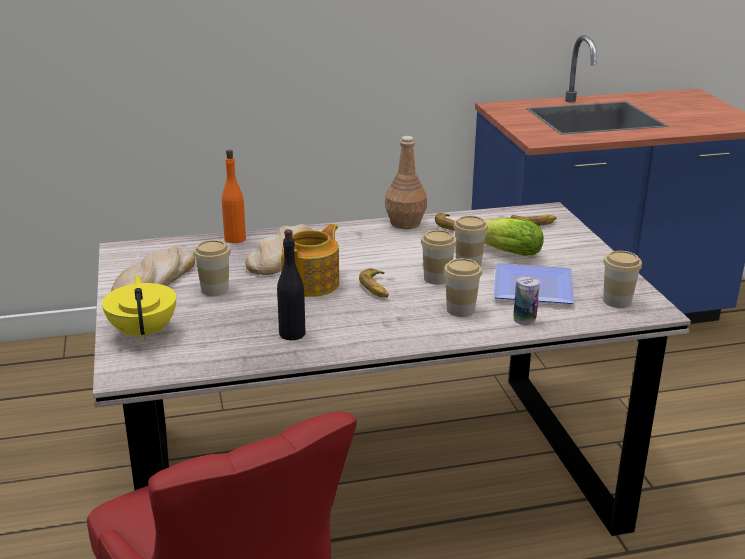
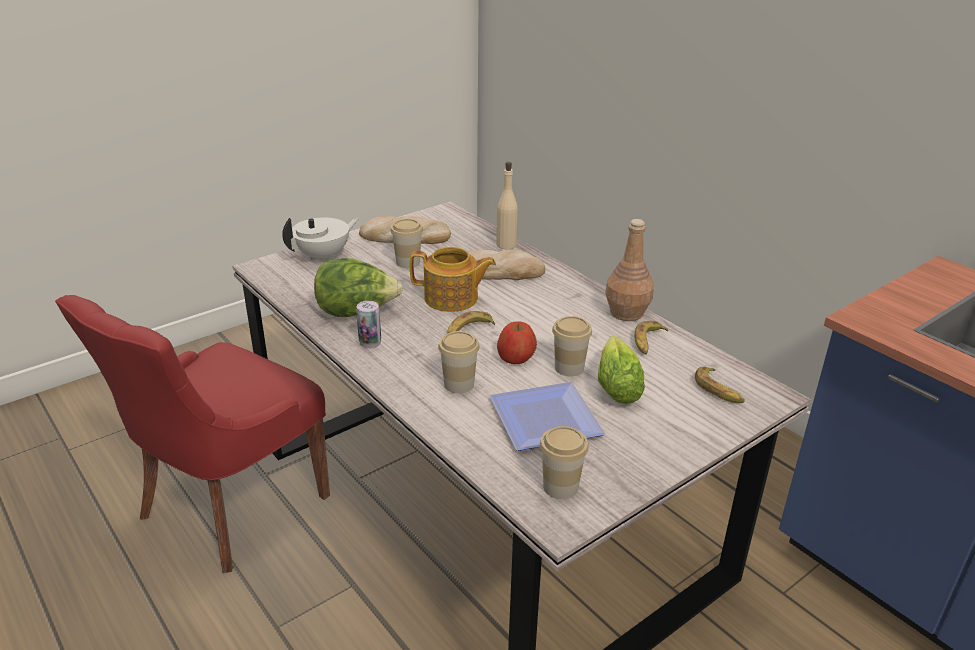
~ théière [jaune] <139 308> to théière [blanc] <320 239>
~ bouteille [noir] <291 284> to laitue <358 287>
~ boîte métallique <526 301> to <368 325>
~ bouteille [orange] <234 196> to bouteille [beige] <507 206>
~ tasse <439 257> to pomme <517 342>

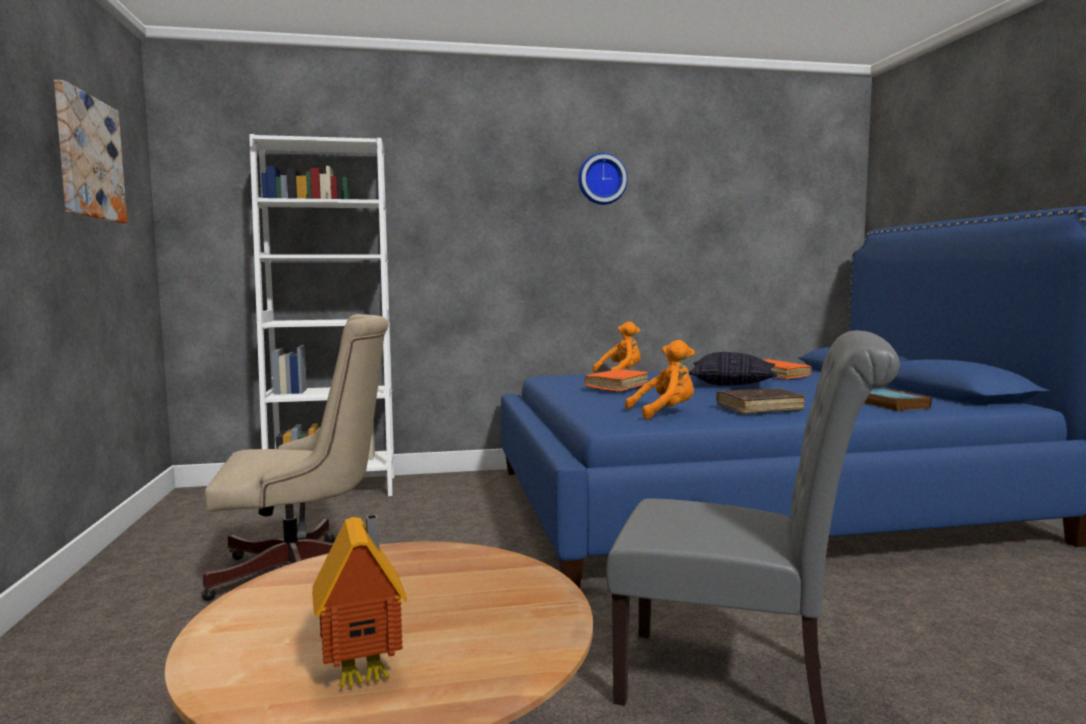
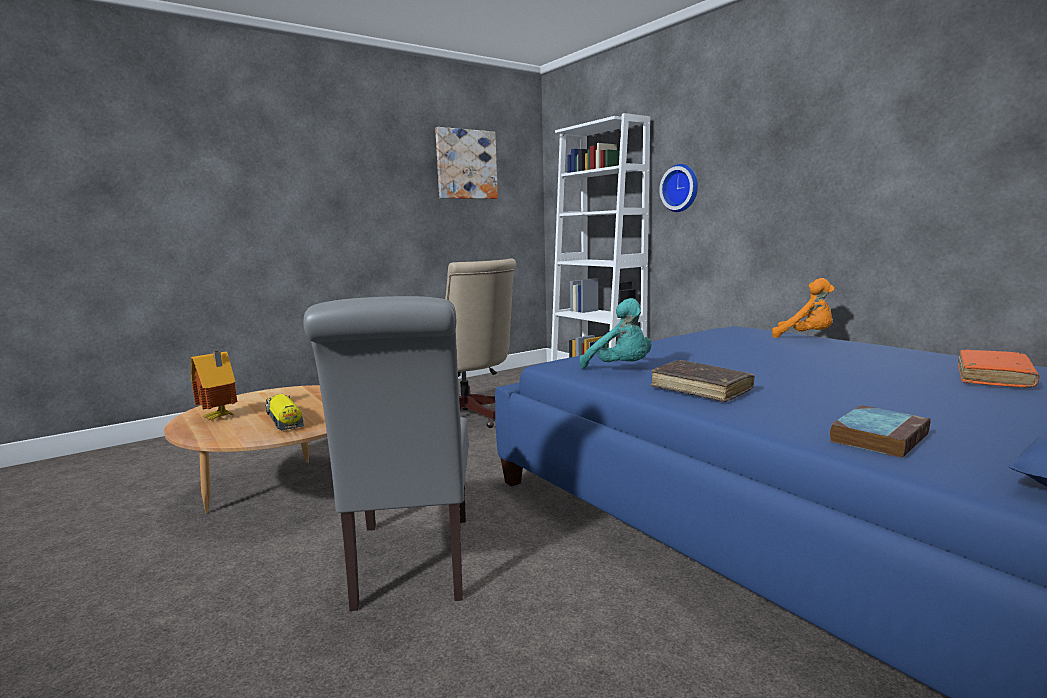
+ camion jouet <284 412>
~ peluche [orange] <660 379> to peluche [turquoise] <615 333>
~ horloge murale <603 179> to <678 188>
- livre [orange] <616 380>
- coussin <733 369>

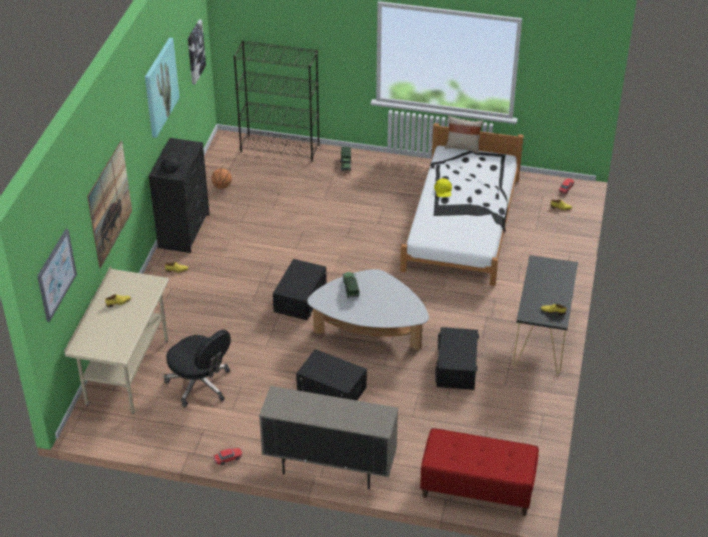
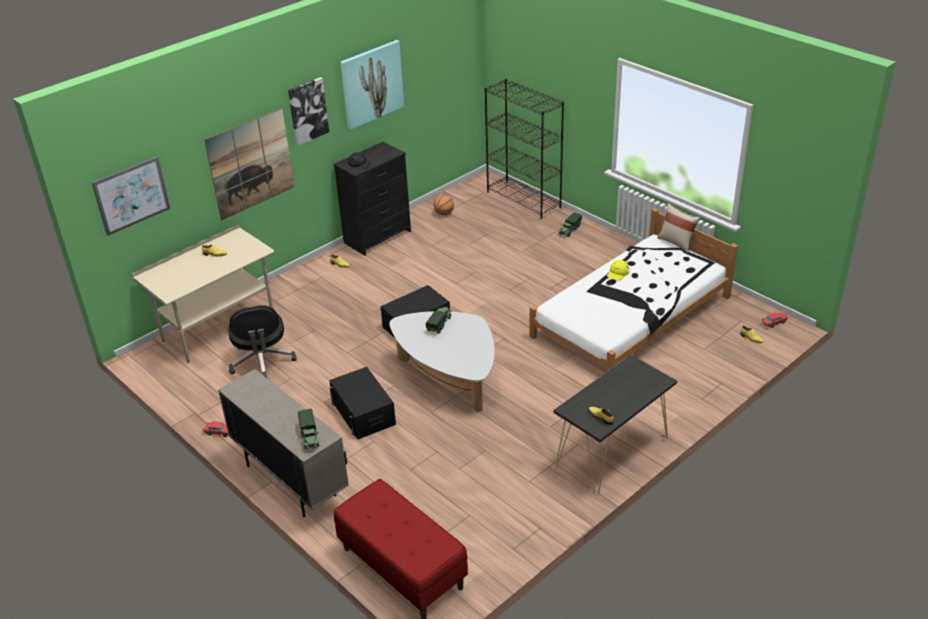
~ tableau <197 52> to <308 111>
+ camion jouet <308 429>
- boîte de rangement [noir] <457 358>

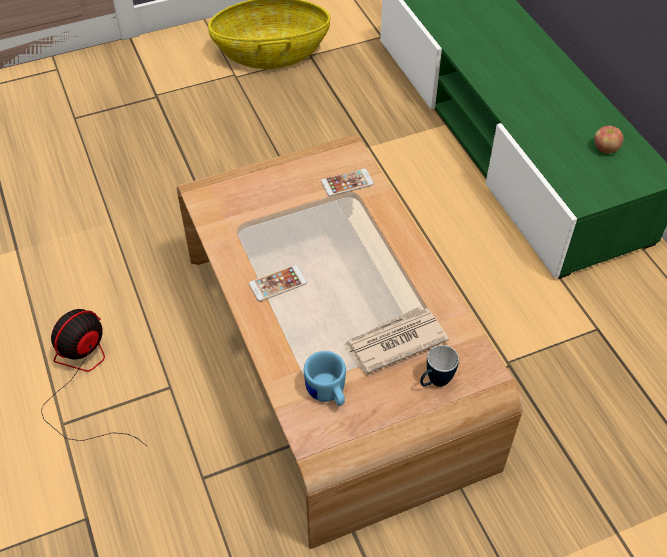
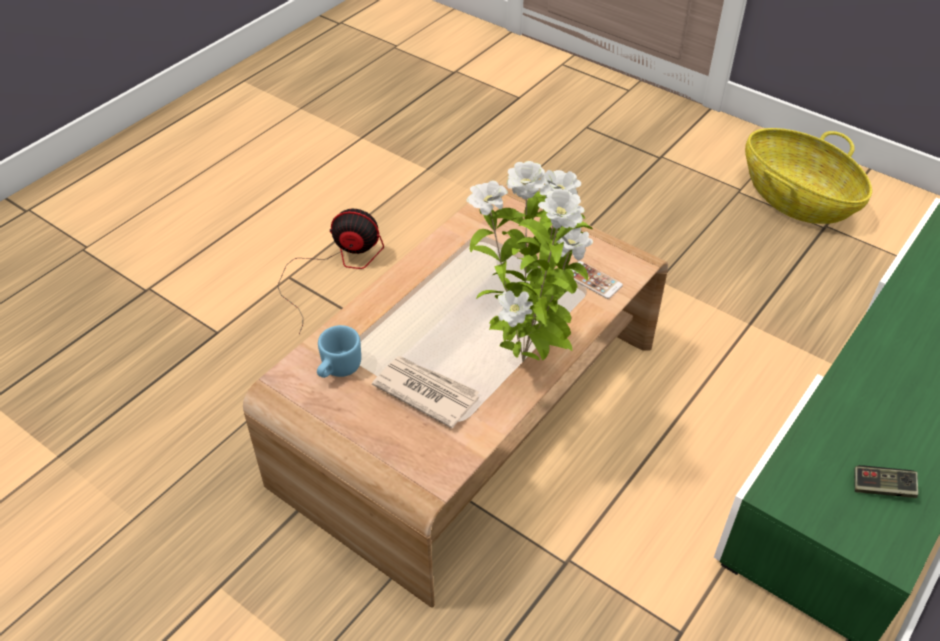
+ plante en pot <529 261>
~ pomme <609 140> to manette <886 481>
- téléphone <278 283>
- mug <439 366>

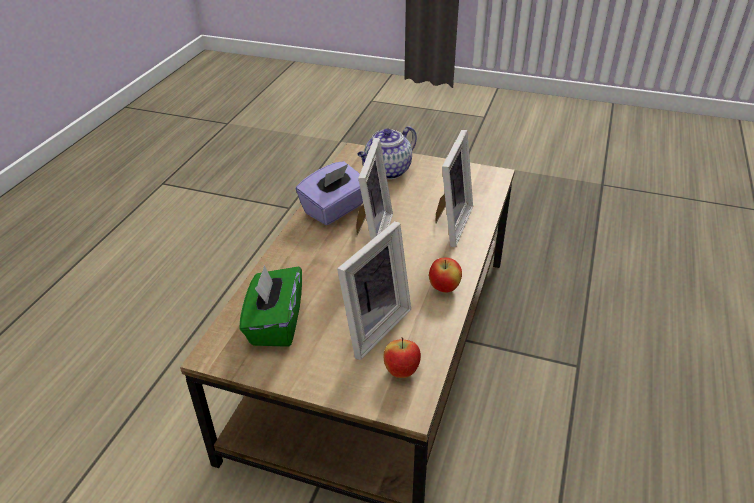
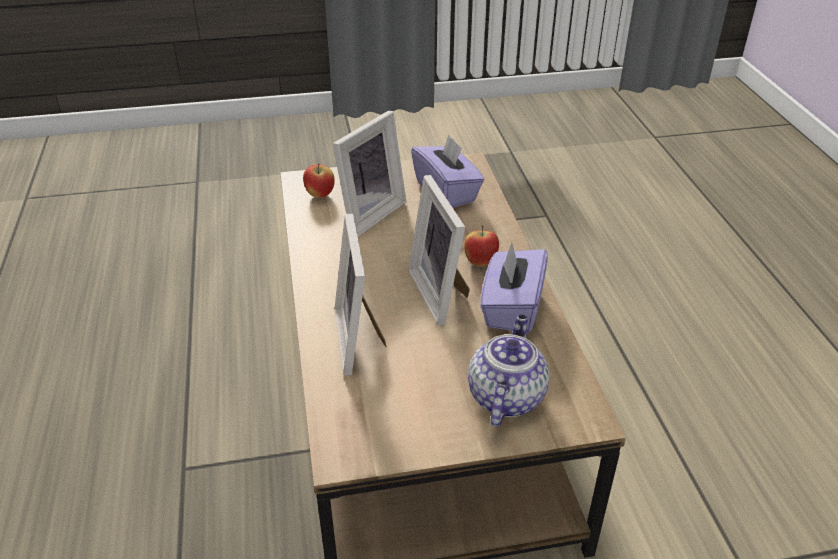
~ cadre photo <374 290> = <369 173> 150 degrees counterclockwise
~ boîte à mouchoirs [vert] <270 306> to boîte à mouchoirs [violet] <447 170>
~ pomme <445 275> to <481 246>

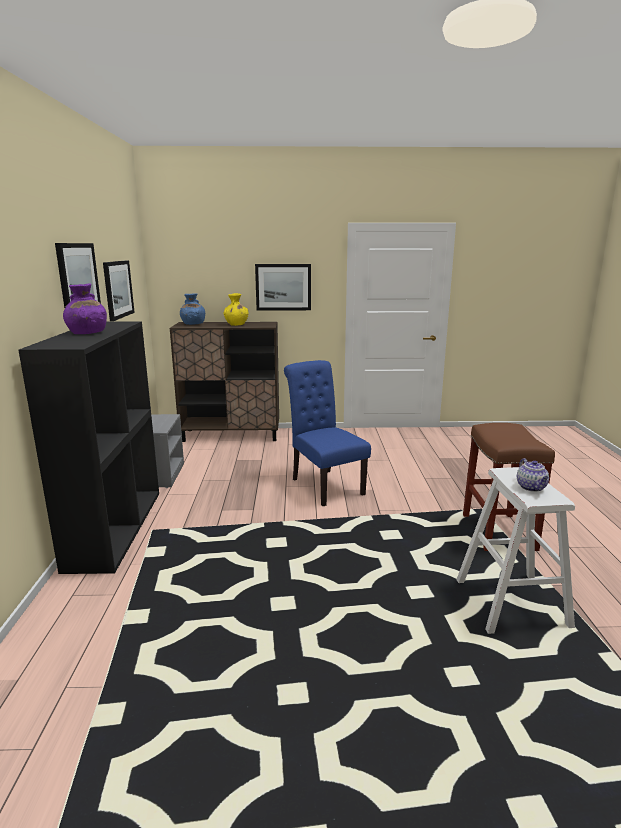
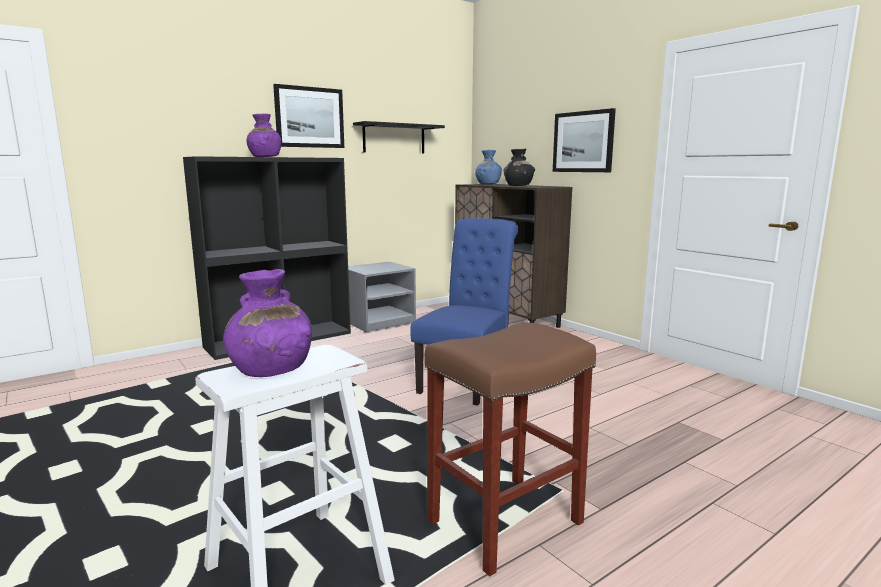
~ théière <533 475> to vase [violet] <267 323>
~ tableau <119 290> to étagère [noir] <399 137>
~ vase [jaune] <236 309> to vase [noir] <519 167>

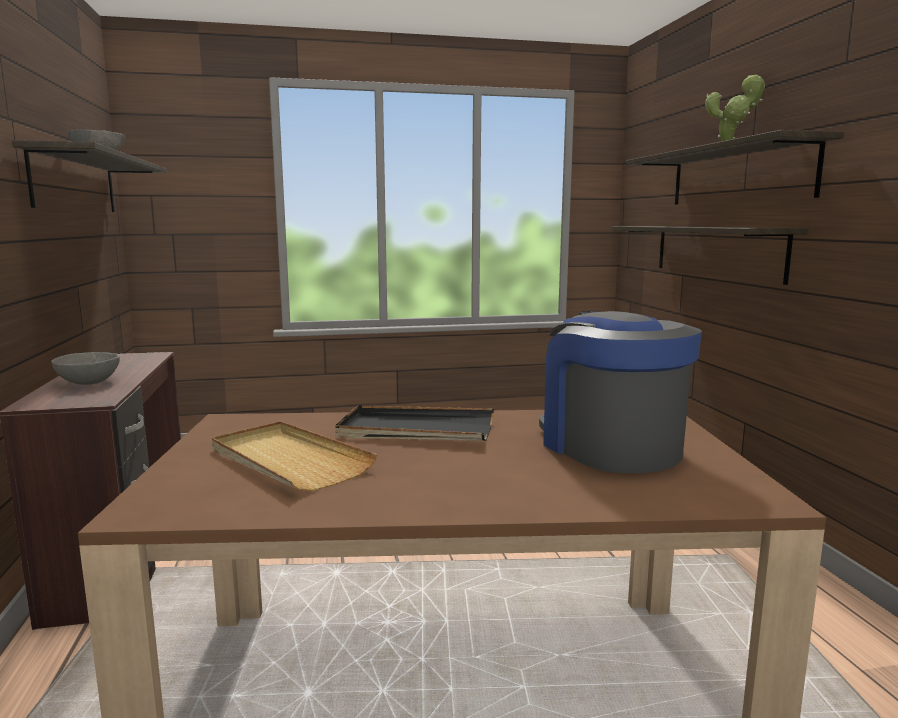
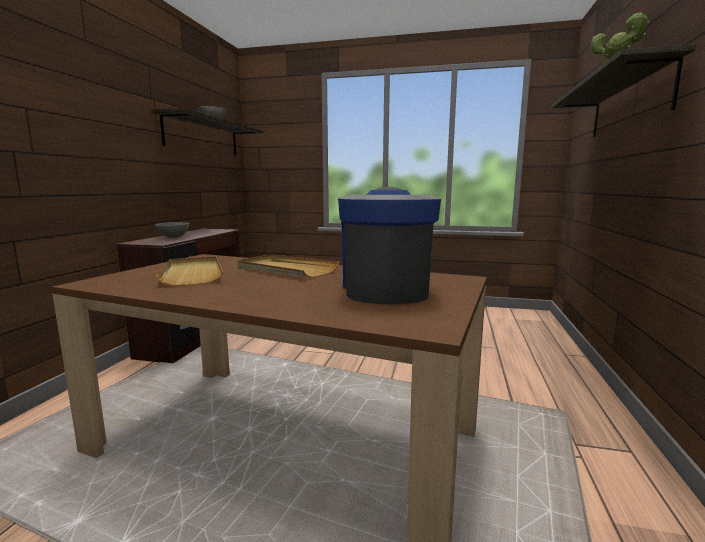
~ plateau [noir] <414 423> to plateau [beige] <288 266>
- étagère <710 255>

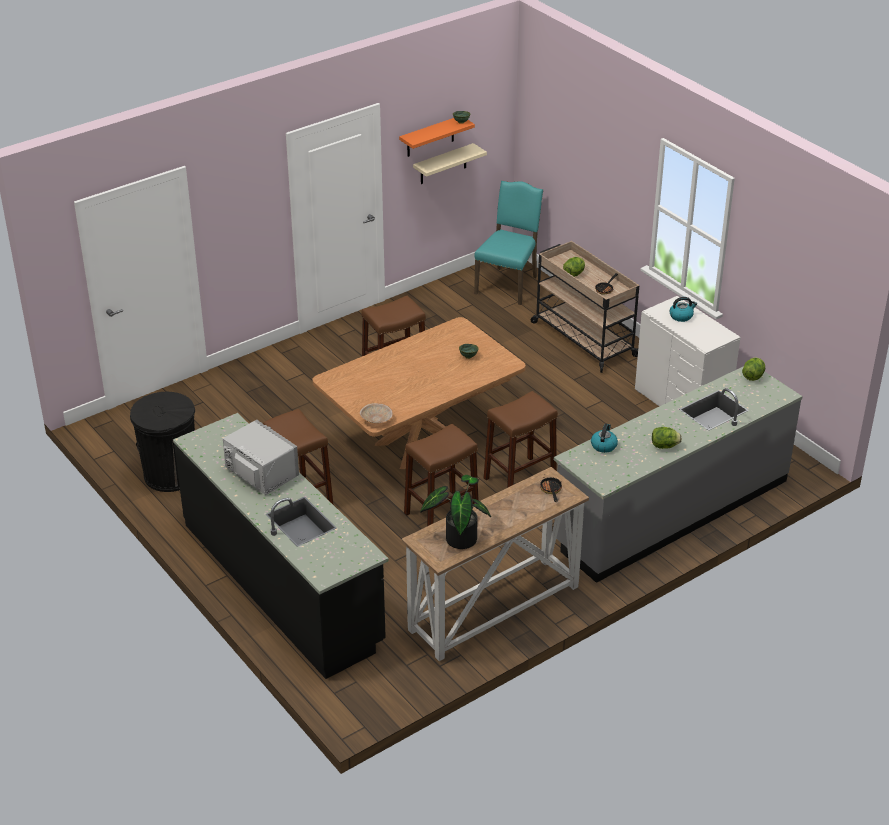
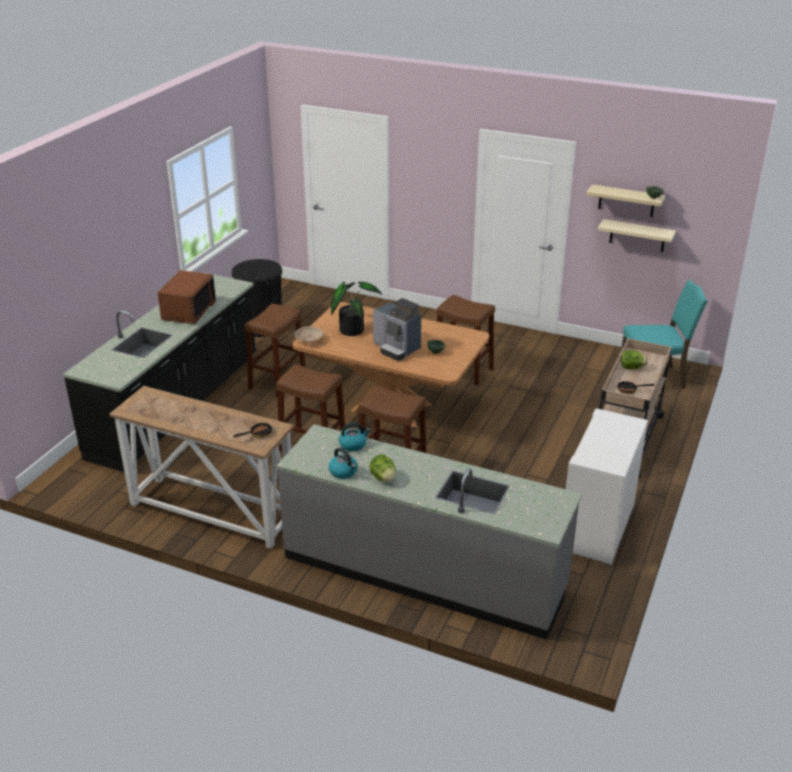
~ micro-ondes [gris] <261 457> to micro-ondes [marron] <187 297>
~ bouilloire <683 309> to <343 463>
~ plante en pot <455 512> to <356 309>
+ machine à café <397 329>
~ étagère [orange] <437 137> to étagère [beige] <625 200>
- laitue <753 369>

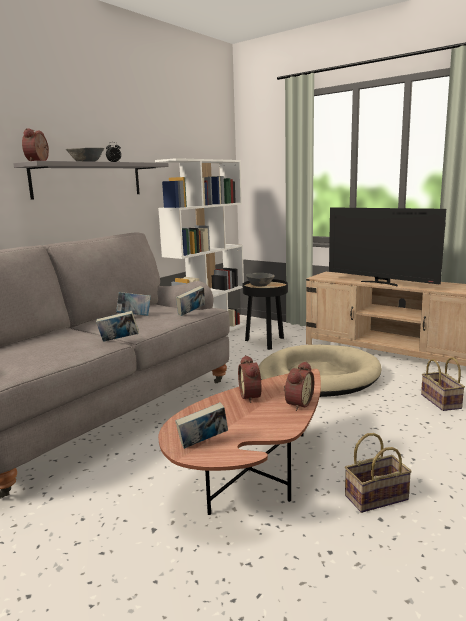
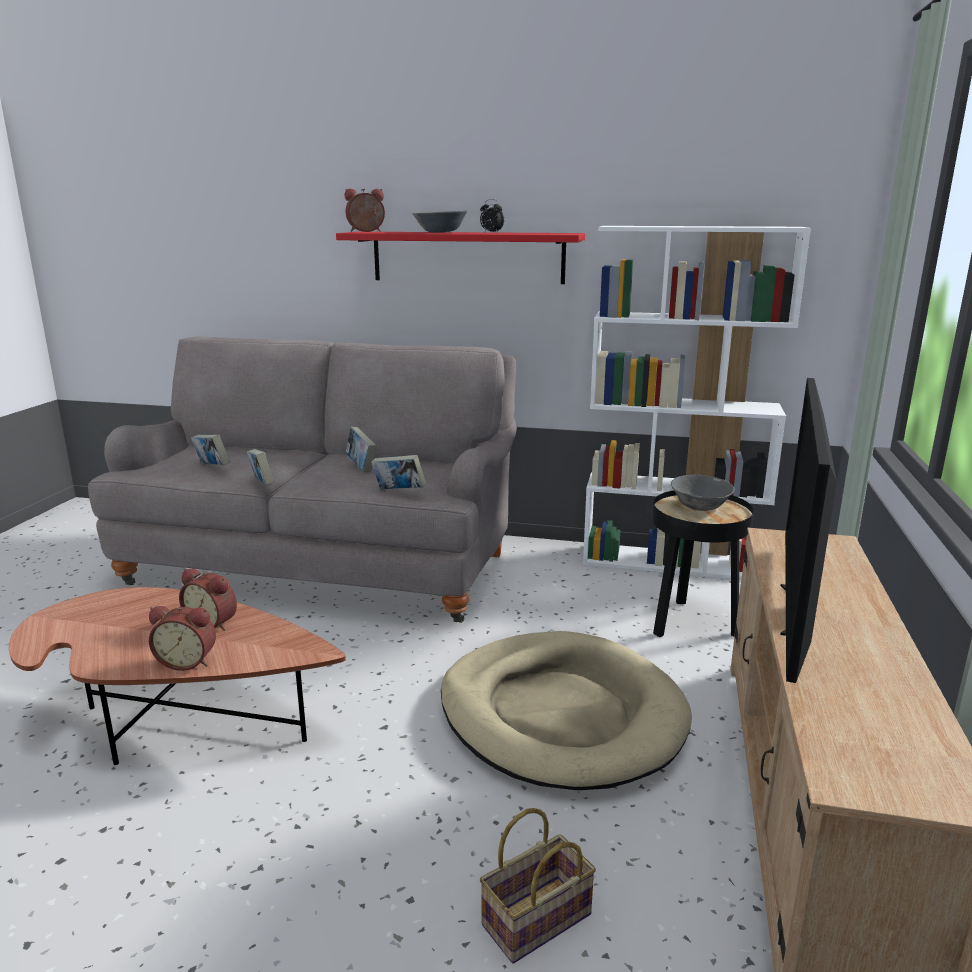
~ réveil <250 379> = <208 599> 120 degrees counterclockwise
~ livre <201 425> to <210 449>
~ étagère [gris] <91 180> to étagère [rouge] <460 258>
- panier <378 473>

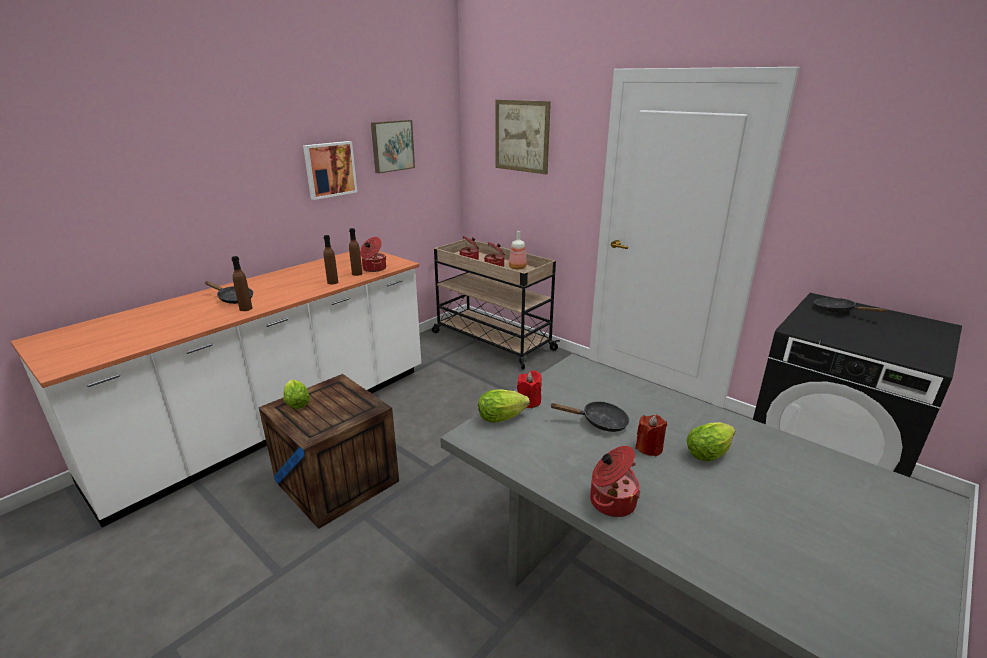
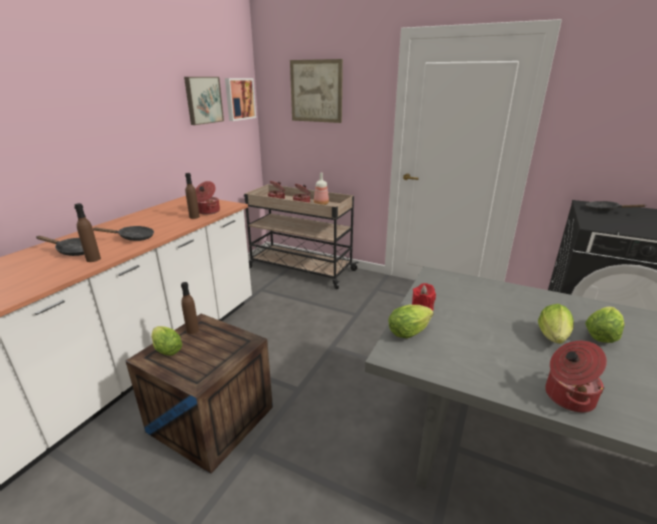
~ poêle [noir] <590 416> to <123 233>
~ bouteille [marron] <331 259> to <190 308>
~ tableau <330 170> to <240 99>
~ bougie [rouge] <651 435> to laitue <556 324>

